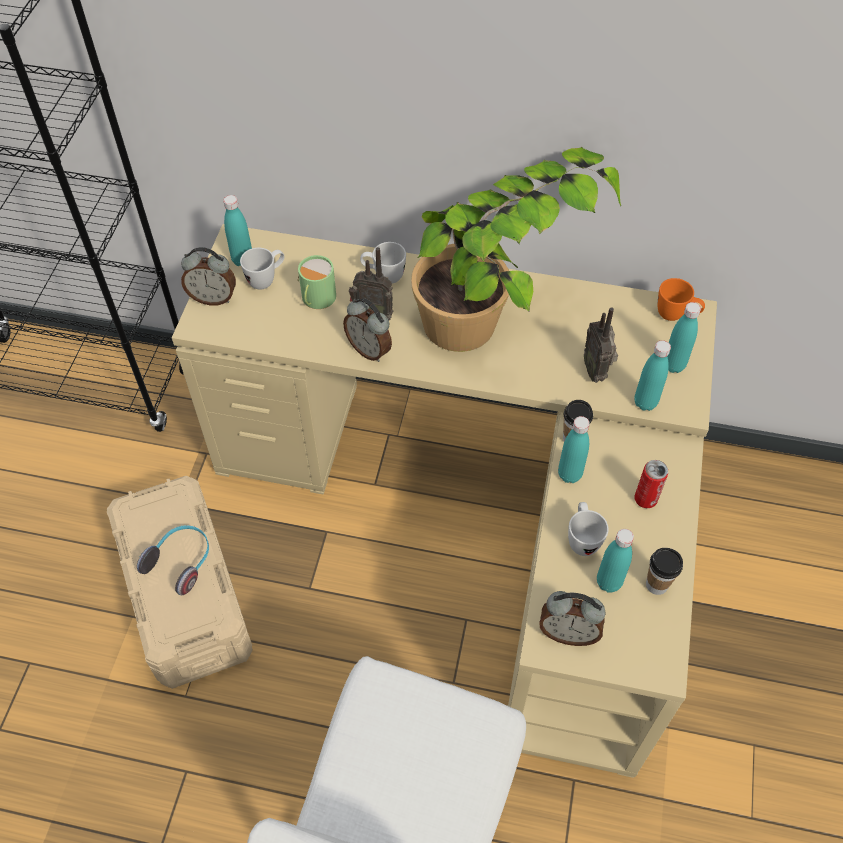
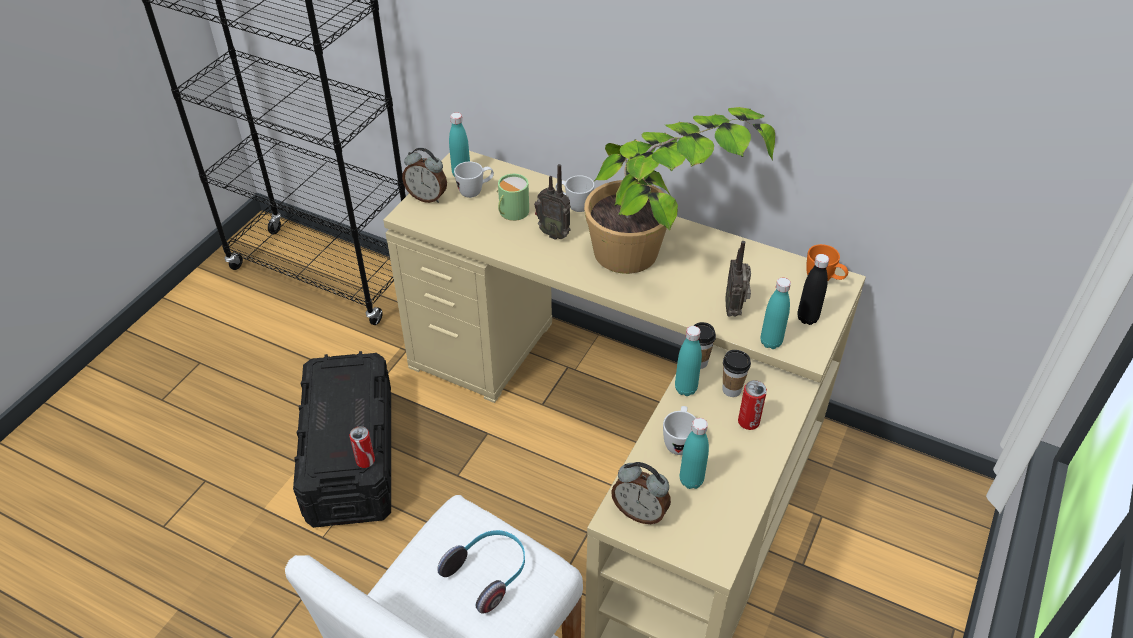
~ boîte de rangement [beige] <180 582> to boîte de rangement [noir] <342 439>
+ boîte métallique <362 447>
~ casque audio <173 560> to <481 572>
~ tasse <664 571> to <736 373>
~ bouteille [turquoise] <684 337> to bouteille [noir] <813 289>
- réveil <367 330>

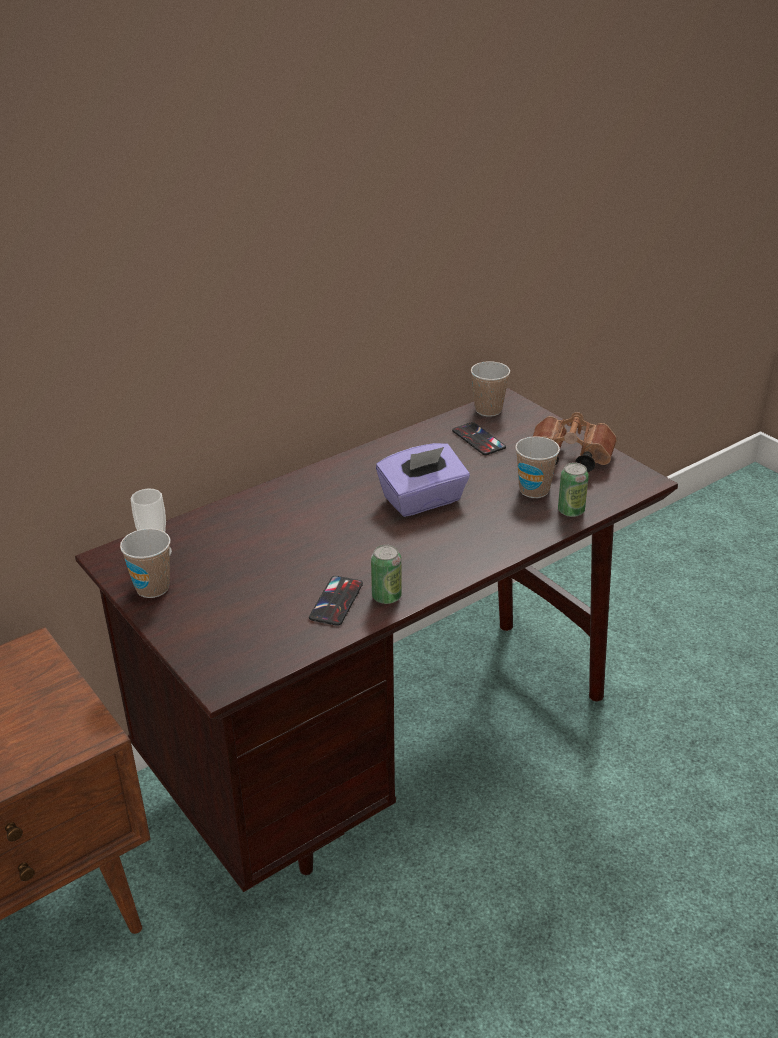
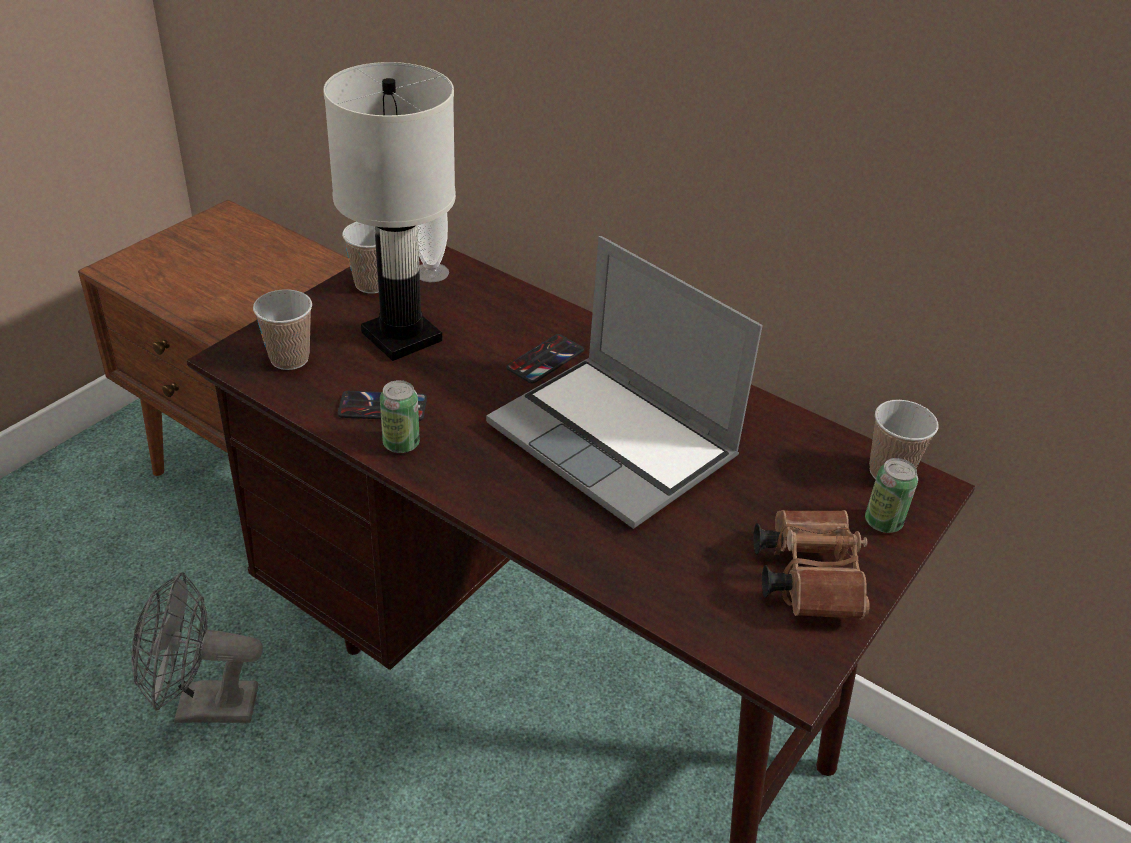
+ ventilateur [gris] <197 647>
~ tasse <537 467> to <282 329>
+ lampe de table [blanc] <389 211>
~ boîte à mouchoirs [violet] <423 480> to ordinateur portable <624 382>
~ téléphone <479 438> to <545 358>
~ boîte métallique <573 490> to <891 495>

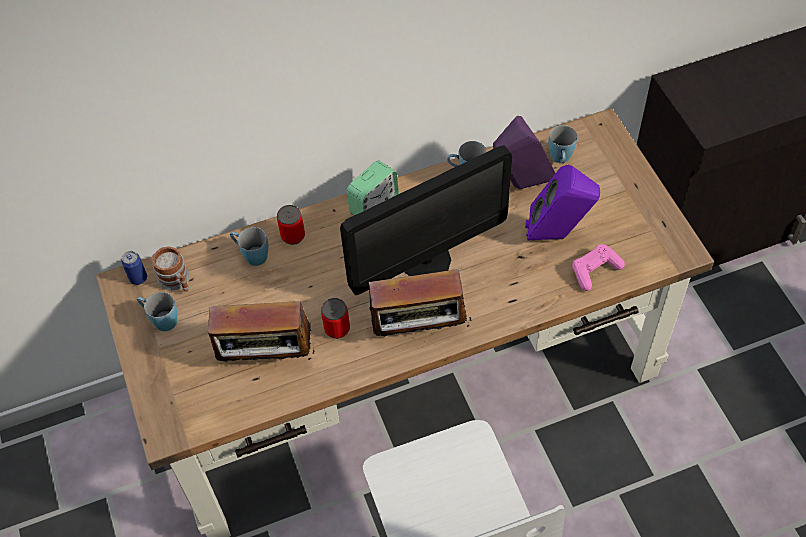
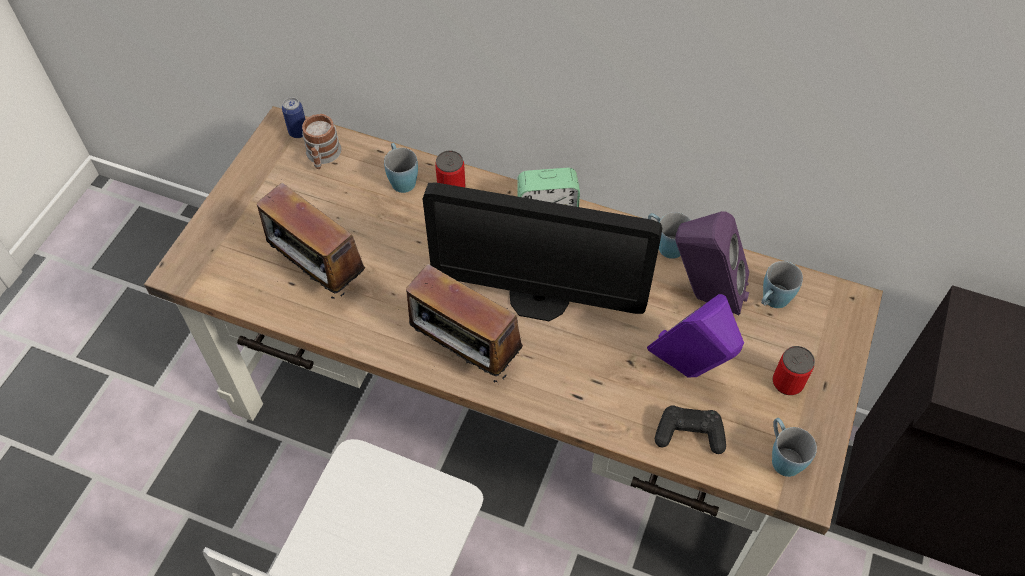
~ manette [rose] <598 267> to manette [noir] <690 429>
~ mug [bleu] <157 311> to <794 447>
~ boîte métallique <335 318> to <794 370>

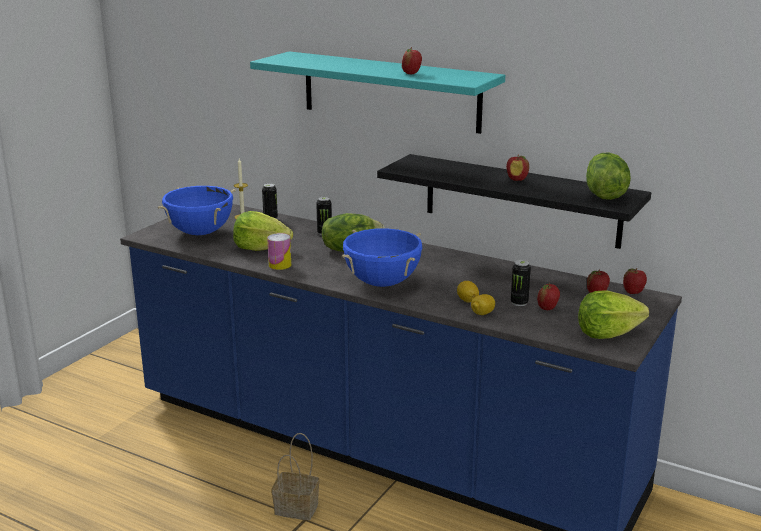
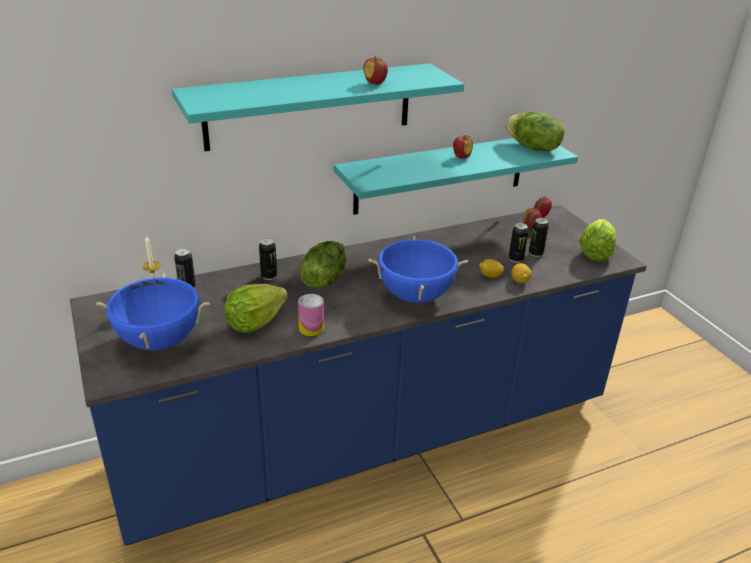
~ étagère [noir] <514 201> to étagère [turquoise] <456 176>
~ pomme <548 296> to boîte métallique <539 237>
- panier <295 476>

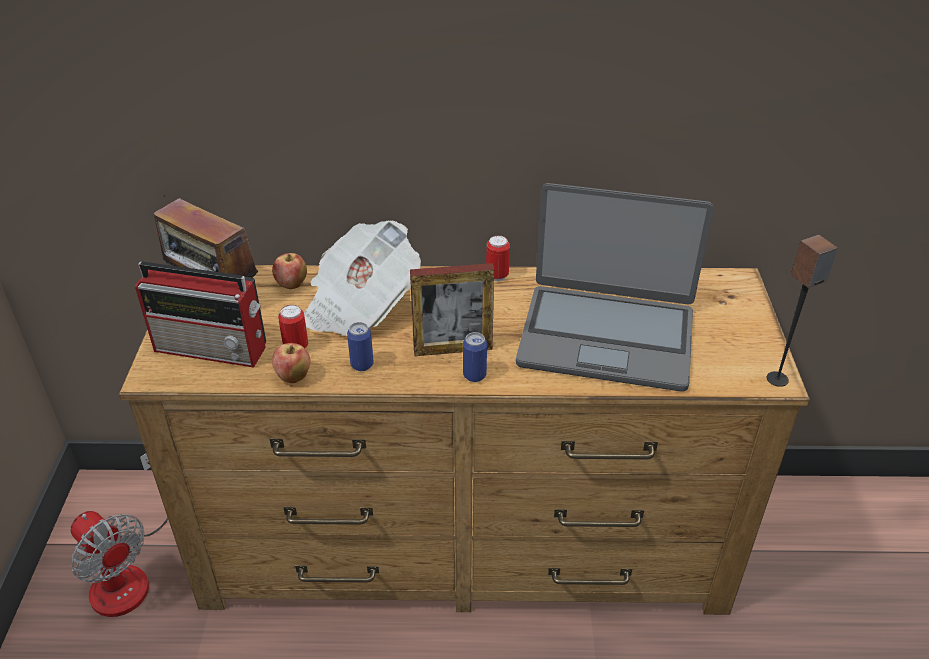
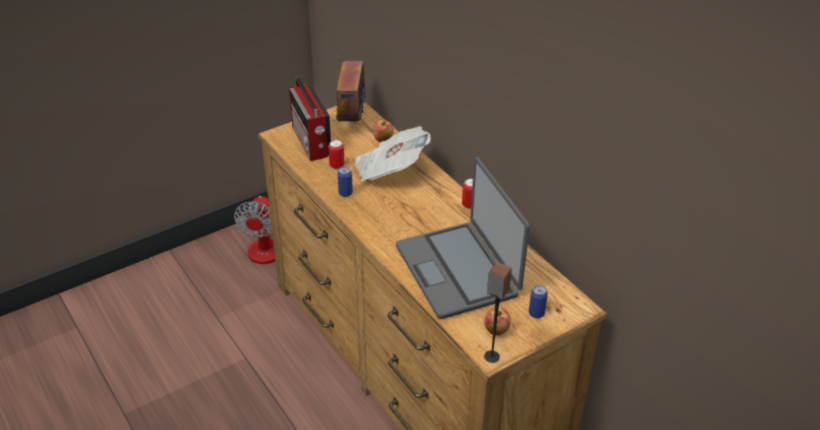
~ pomme <291 363> to <497 321>
~ boîte métallique <475 357> to <538 301>
- cadre photo <452 309>

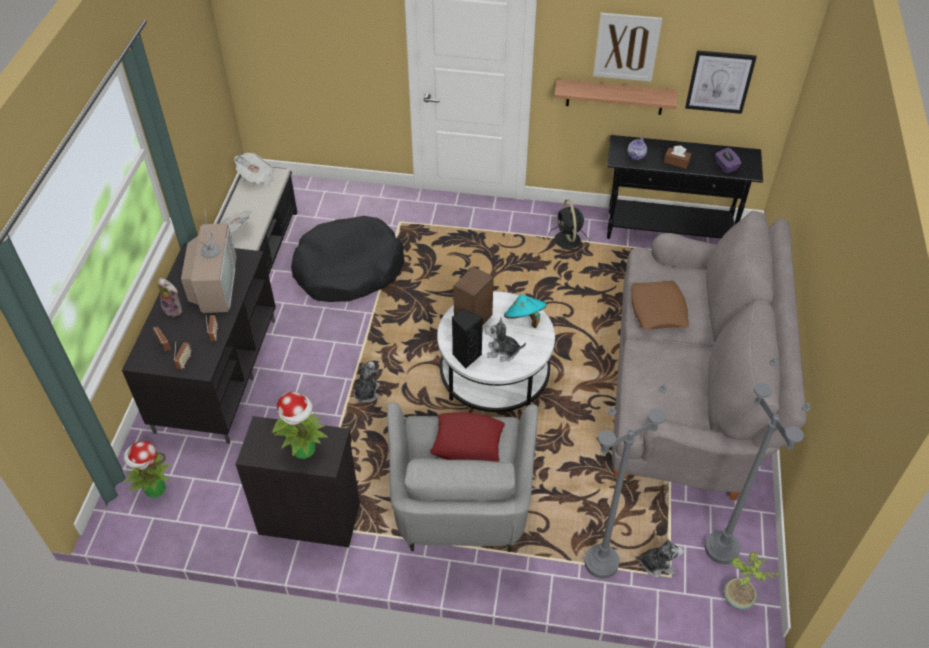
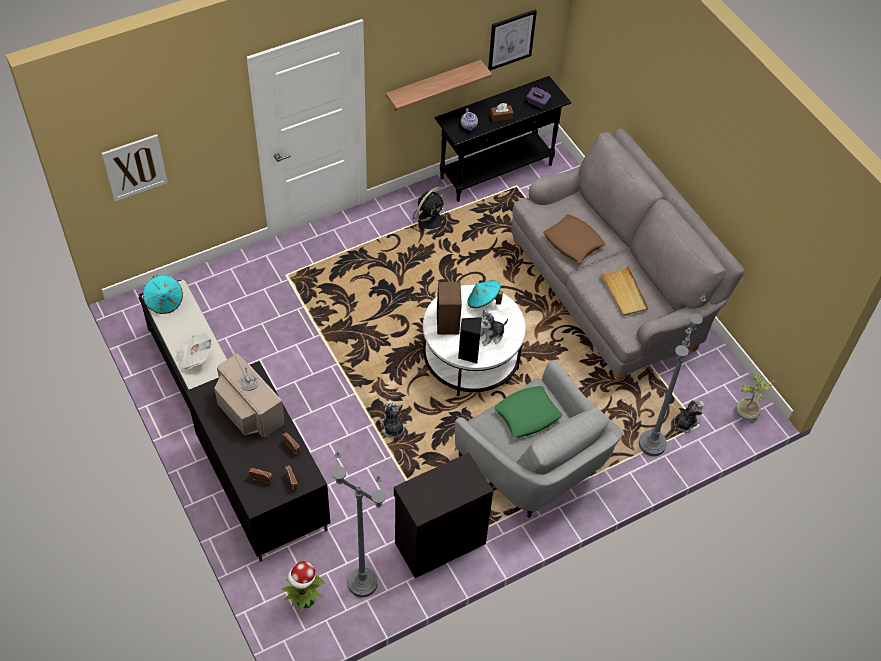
~ tableau <627 47> to <135 168>
~ journal <254 169> to chapeau [turquoise] <163 294>
~ lampadaire [gris] <758 460> to <359 524>
~ ventilateur [noir] <568 224> = <429 211> 90 degrees counterclockwise
~ coussin [rouge] <467 437> to coussin [vert] <528 412>
+ plateau [beige] <624 291>
- peluche <170 297>
- plante en pot <300 425>
- panier pour chien [noir] <347 259>

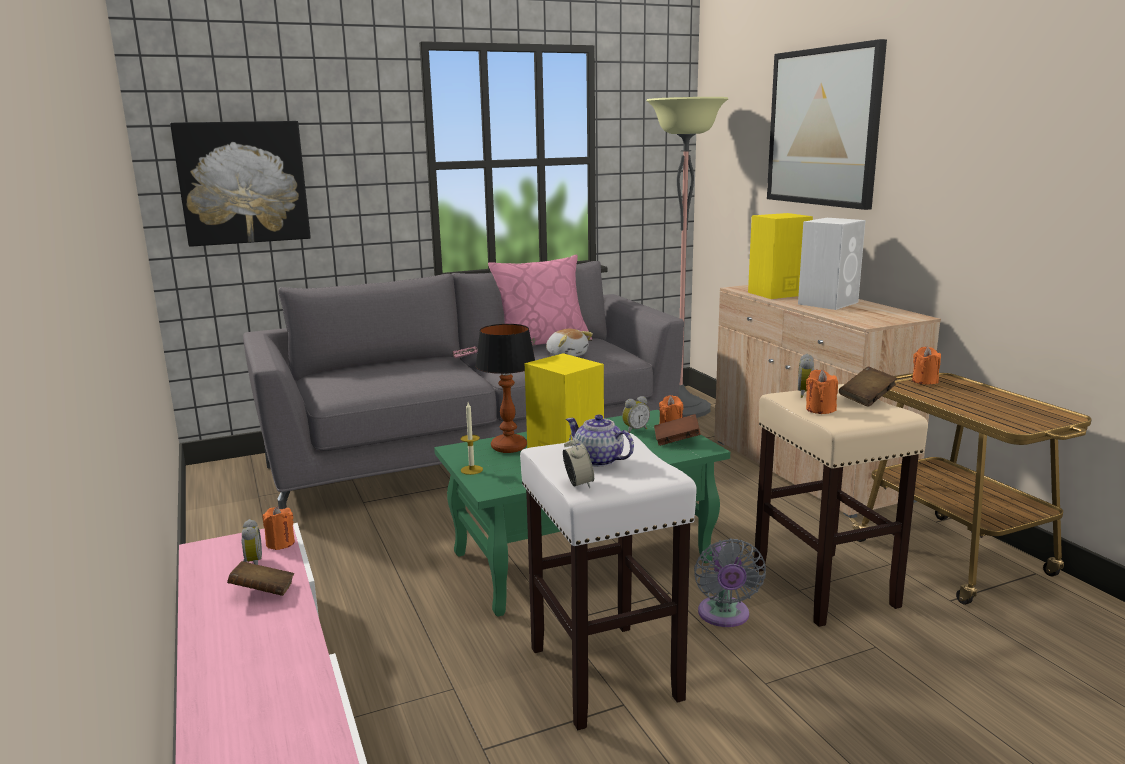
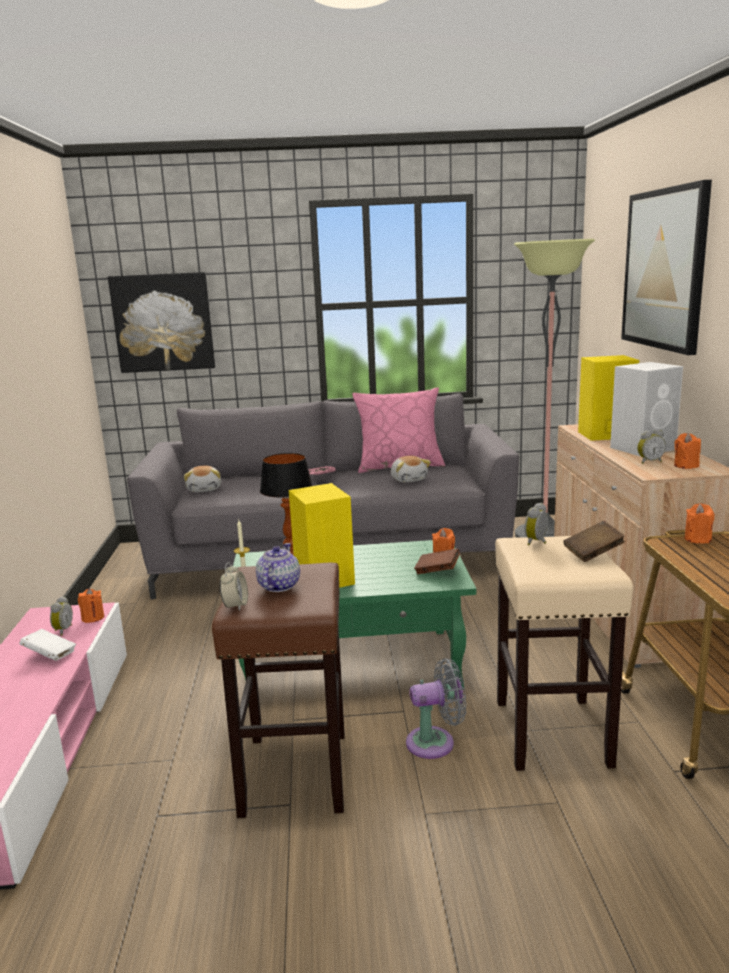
~ livre [marron] <260 578> to livre [blanc] <47 645>
+ peluche <202 479>
~ tabouret [blanc] <608 581> to tabouret [marron] <278 690>
~ théière <600 440> = <278 567> 45 degrees clockwise
~ ventilateur [gris] <730 582> = <436 708> 120 degrees counterclockwise
~ réveil <636 414> to <651 447>
~ bougie [orange] <822 391> to <687 451>

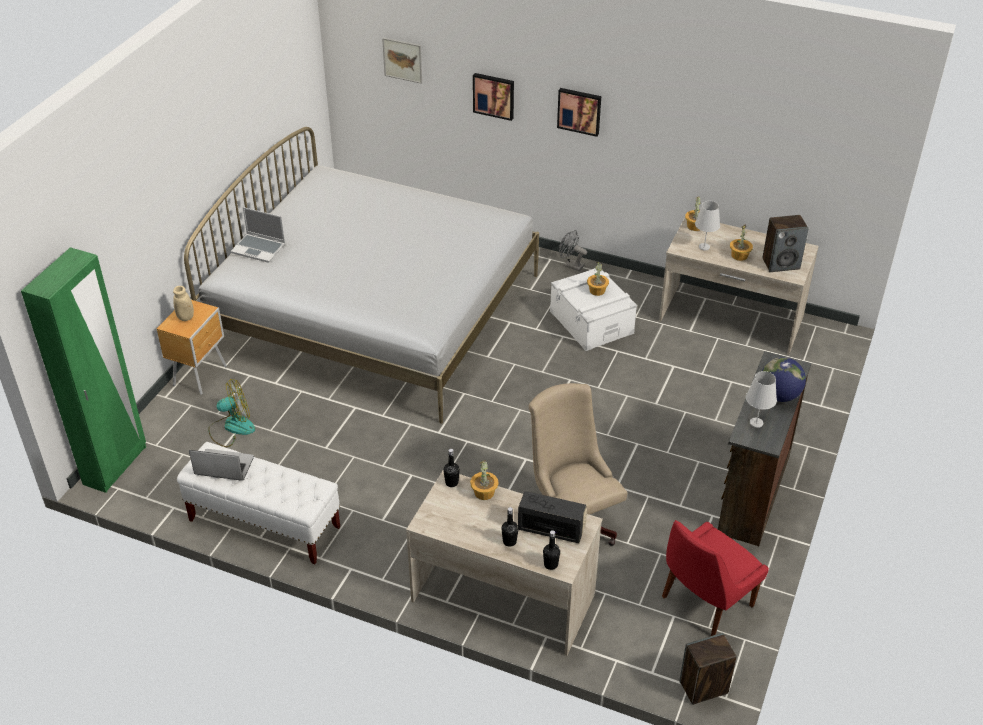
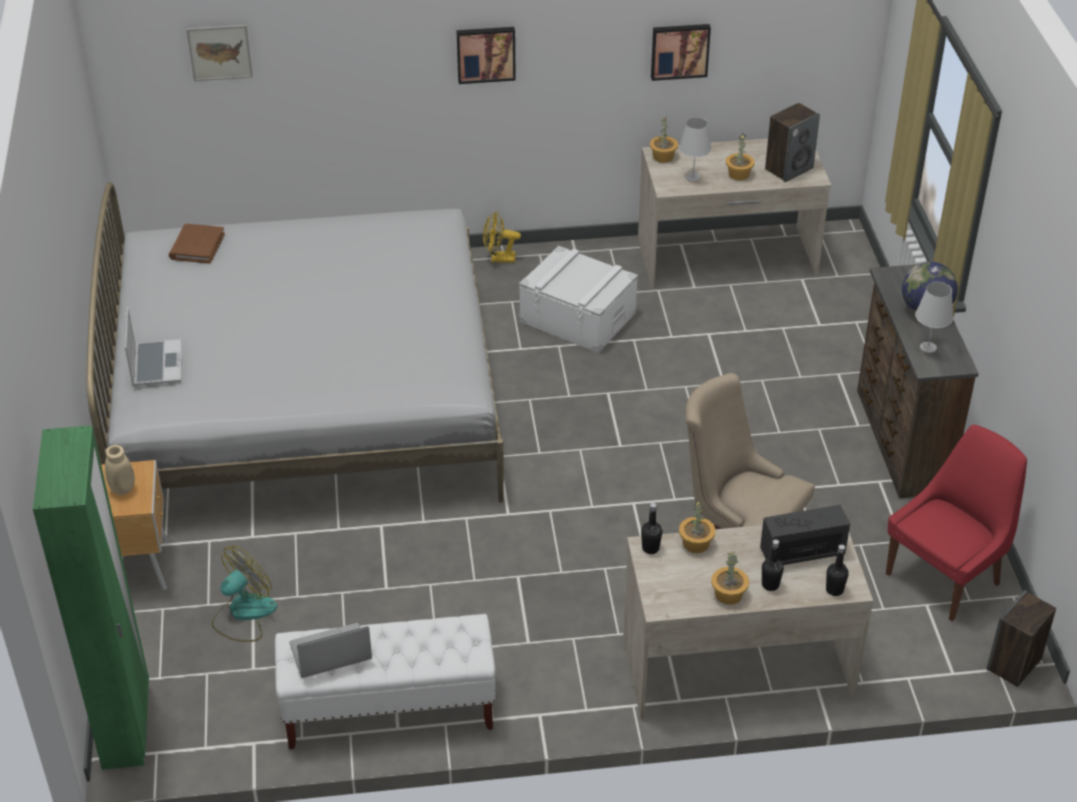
~ ordinateur portable <258 235> = <153 346> 90 degrees counterclockwise
+ livre [marron] <197 244>
~ ventilateur [gris] <573 250> to ventilateur [jaune] <502 236>
~ tableau <493 97> to <681 52>
~ plante en pot <598 279> to <730 578>
~ chaise [rouge] <715 578> = <956 522> 150 degrees counterclockwise

